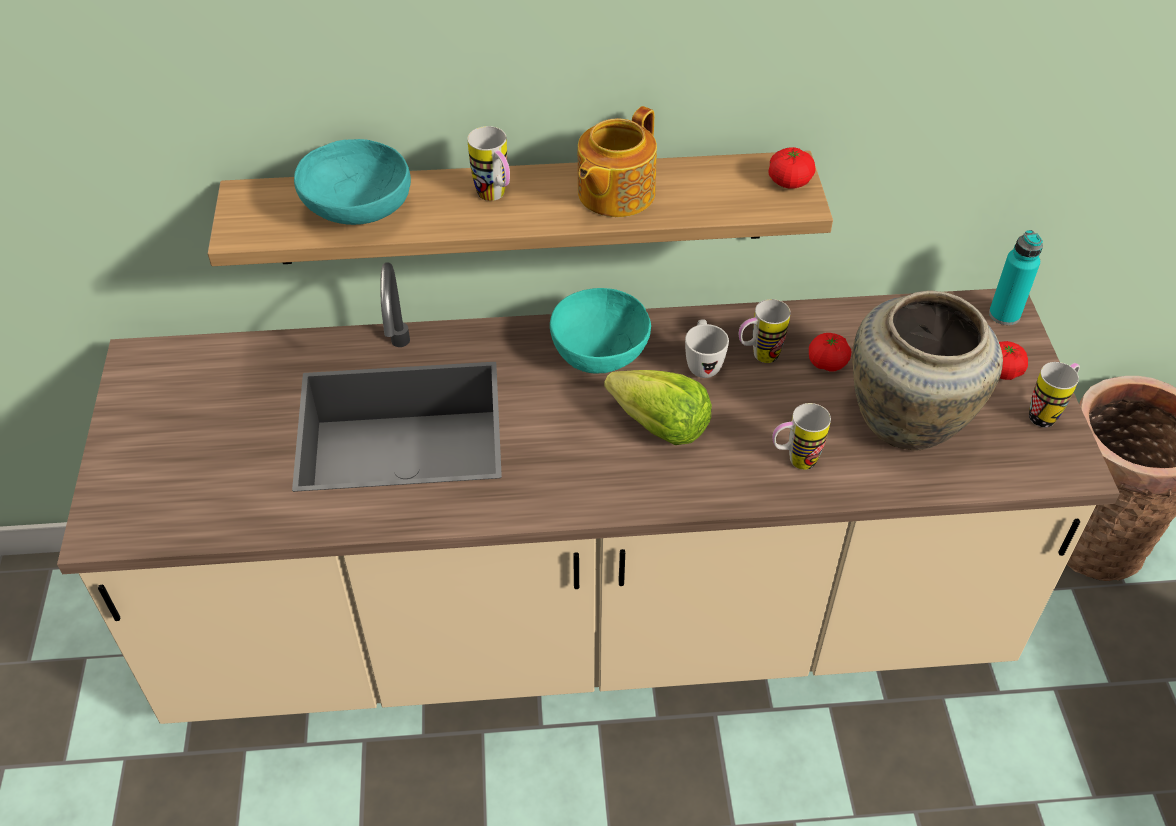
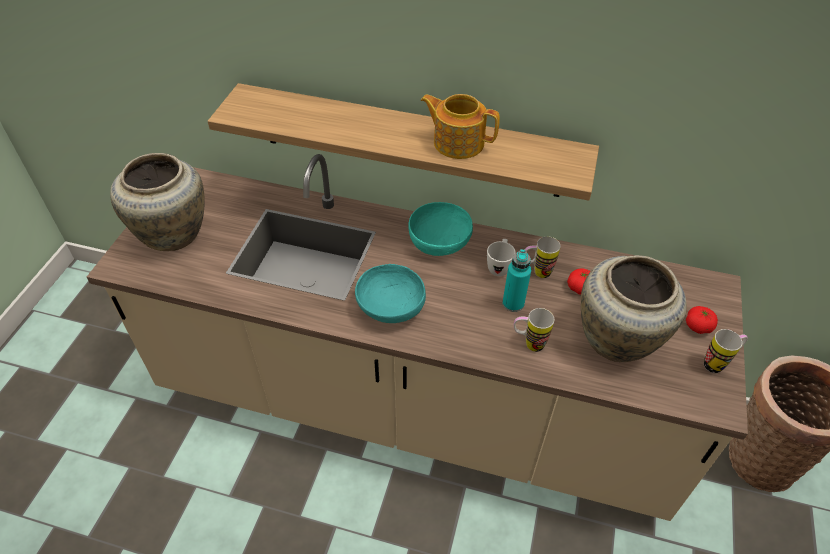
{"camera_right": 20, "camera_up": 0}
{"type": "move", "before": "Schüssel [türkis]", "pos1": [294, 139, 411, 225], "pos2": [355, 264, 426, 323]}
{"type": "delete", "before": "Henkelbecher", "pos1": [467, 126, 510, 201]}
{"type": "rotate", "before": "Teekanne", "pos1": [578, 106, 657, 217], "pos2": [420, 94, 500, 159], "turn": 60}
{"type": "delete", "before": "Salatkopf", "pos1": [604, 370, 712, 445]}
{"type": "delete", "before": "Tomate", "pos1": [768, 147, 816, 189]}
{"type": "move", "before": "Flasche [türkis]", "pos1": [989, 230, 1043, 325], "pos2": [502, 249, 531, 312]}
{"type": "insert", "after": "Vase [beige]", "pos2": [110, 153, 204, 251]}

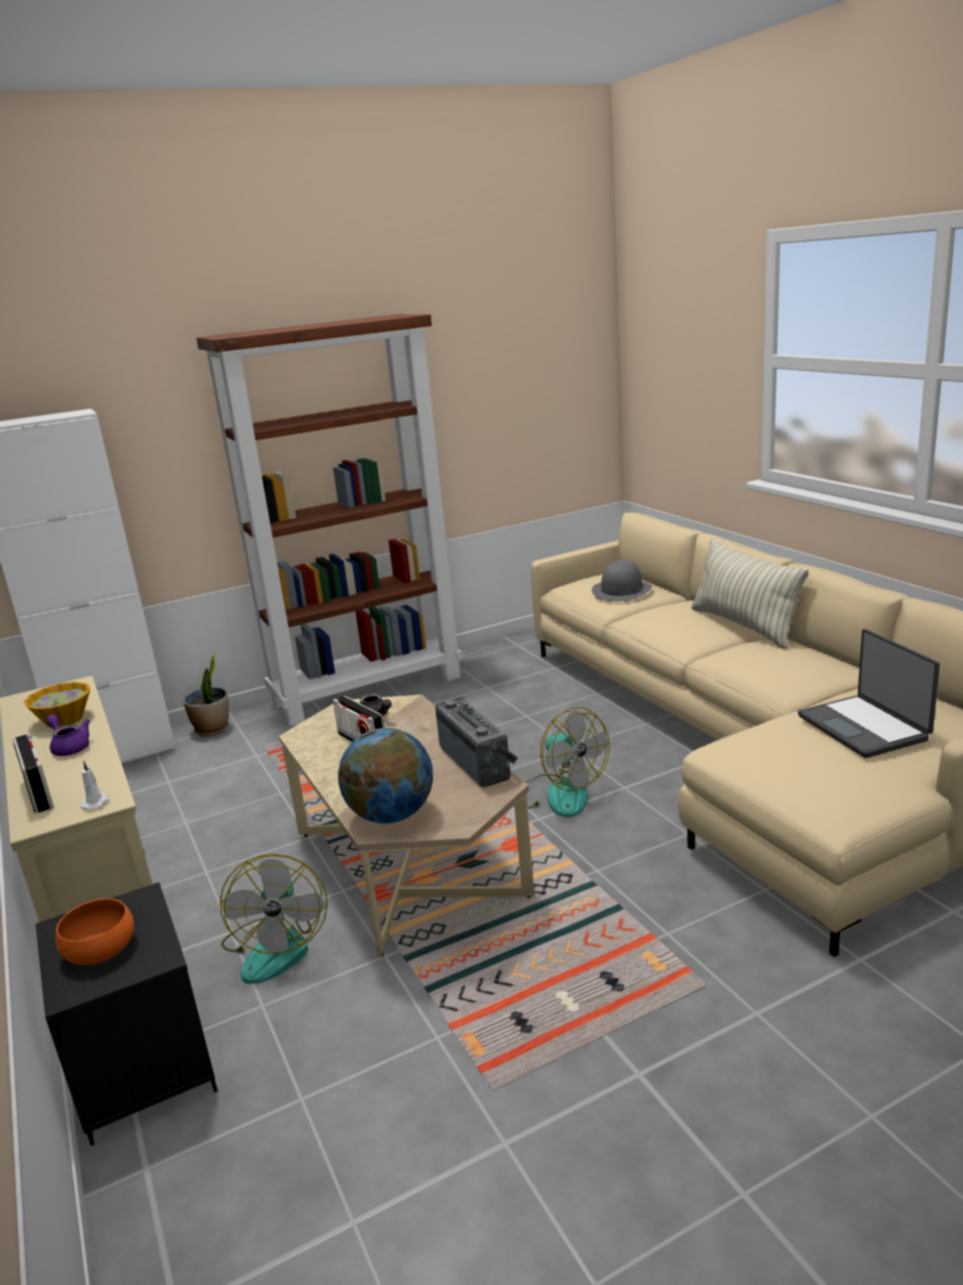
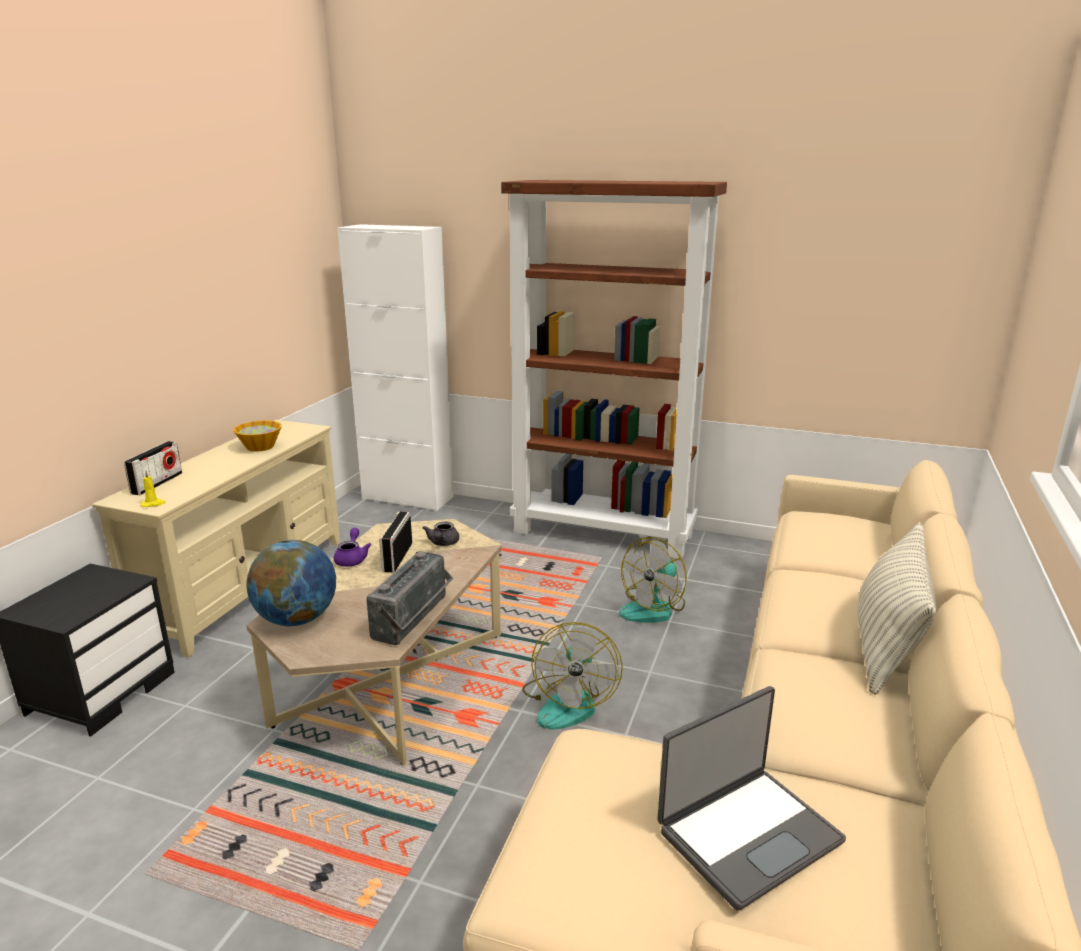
{"camera_right": 45, "camera_up": 0}
{"type": "move", "before": "Teekanne [lila]", "pos1": [46, 714, 90, 756], "pos2": [334, 528, 371, 567]}
{"type": "delete", "before": "Schüssel [orange]", "pos1": [55, 898, 134, 965]}
{"type": "recolor", "before": "Kerze [weiß]", "after": "Kerze [gelb]", "pos1": [81, 761, 109, 810], "pos2": [141, 471, 166, 507]}
{"type": "delete", "before": "Topfpflanze", "pos1": [183, 653, 229, 737]}
{"type": "move", "before": "Ventilator", "pos1": [220, 854, 328, 984], "pos2": [619, 537, 687, 622]}
{"type": "delete", "before": "Hut [grau]", "pos1": [592, 560, 652, 602]}
{"type": "rotate", "before": "Laptop", "pos1": [798, 629, 940, 758], "pos2": [658, 686, 846, 911], "turn": -150}

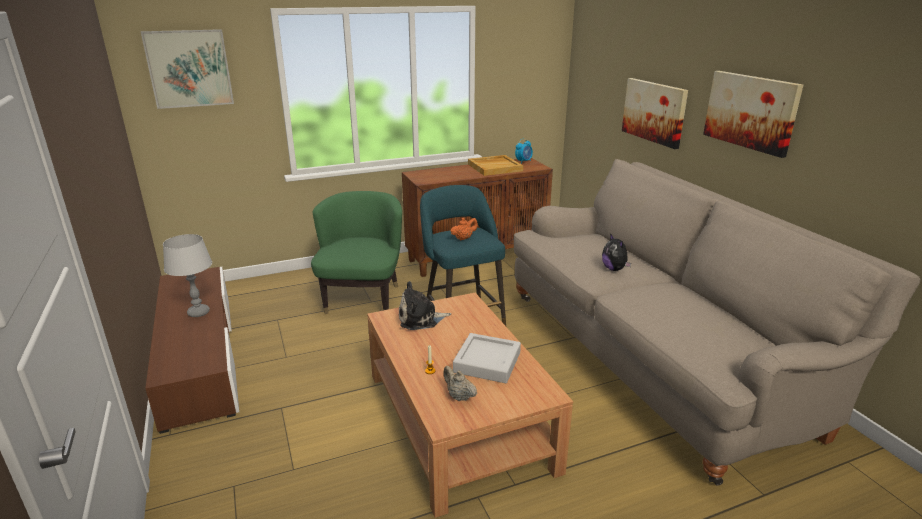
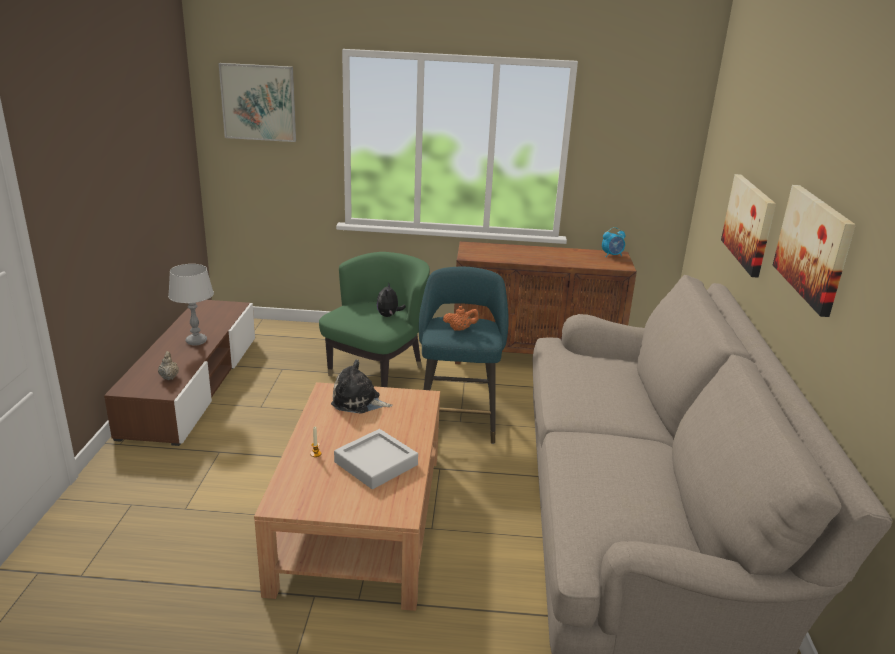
{"camera_right": 25, "camera_up": 0}
{"type": "move", "before": "Teekanne [beige]", "pos1": [443, 366, 477, 401], "pos2": [158, 351, 179, 380]}
{"type": "delete", "before": "Tablett [beige]", "pos1": [468, 155, 523, 176]}
{"type": "move", "before": "Plüschtier", "pos1": [602, 233, 631, 271], "pos2": [377, 282, 406, 317]}

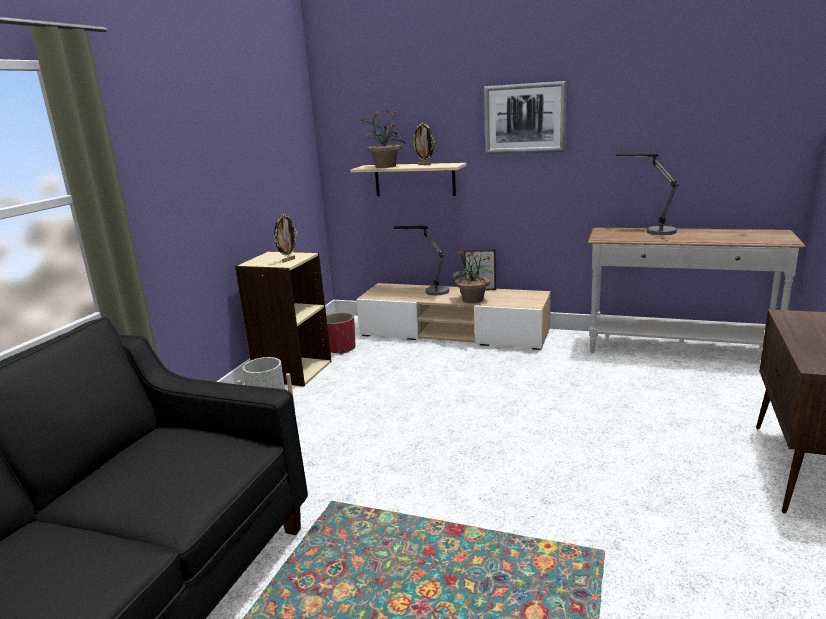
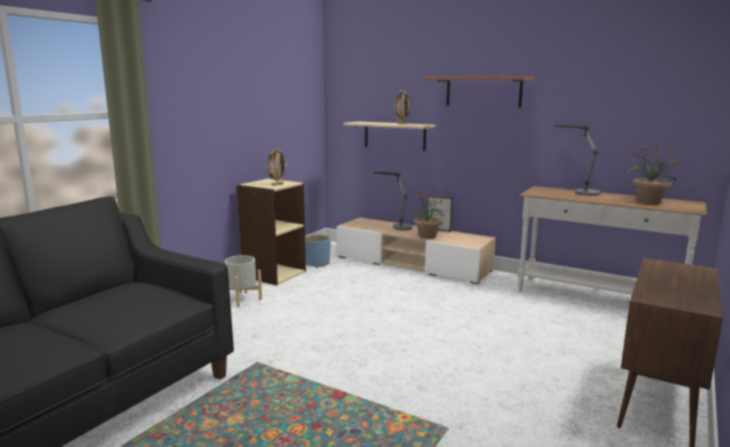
{"camera_right": 10, "camera_up": -5}
{"type": "recolor", "before": "Pflanzkübel [rot]", "after": "Pflanzkübel [blau]", "pos1": [326, 312, 355, 354], "pos2": [305, 234, 331, 268]}
{"type": "move", "before": "Topfpflanze", "pos1": [360, 110, 405, 168], "pos2": [627, 145, 678, 204]}
{"type": "replace", "before": "Bild", "after": "Wandregal", "pos1": [484, 81, 566, 154], "pos2": [425, 76, 535, 107]}

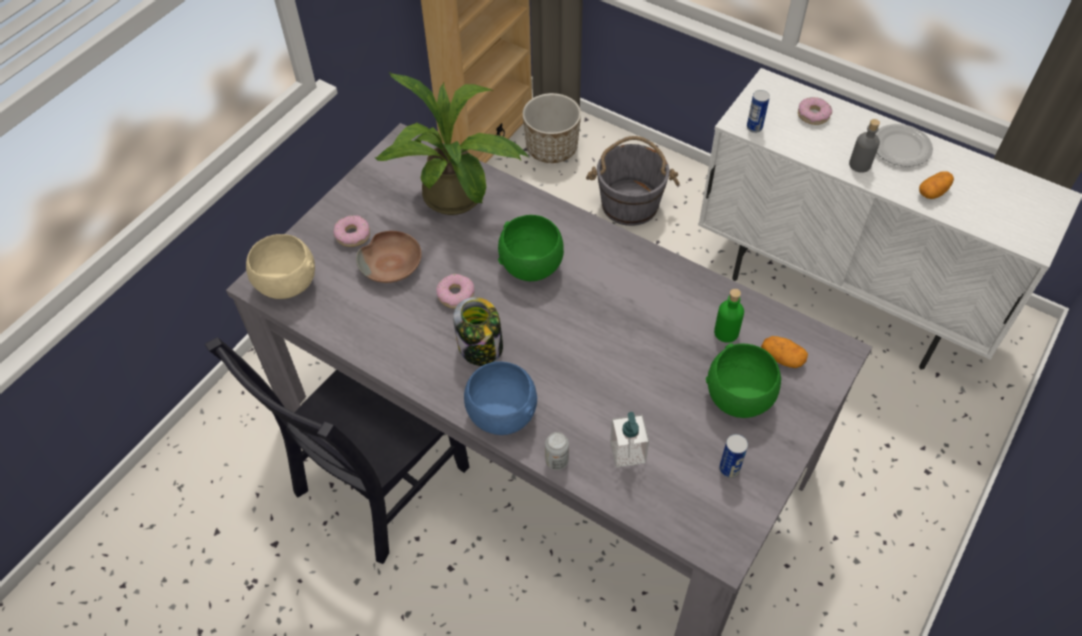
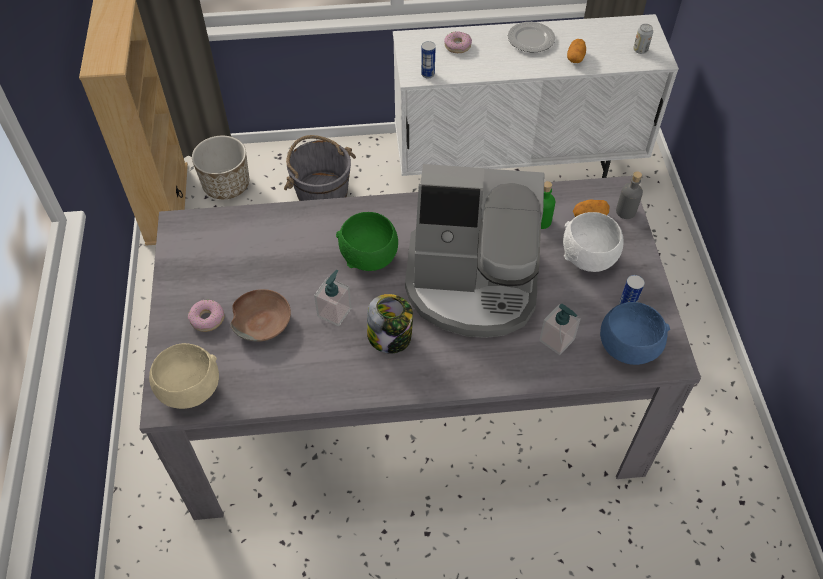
{"camera_right": -40, "camera_up": 0}
{"type": "delete", "before": "Stuhl [schwarz]", "pos1": [205, 337, 469, 564]}
{"type": "delete", "before": "Topfpflanze", "pos1": [375, 72, 529, 215]}
{"type": "replace", "before": "Donut", "after": "Seifenspender", "pos1": [436, 274, 474, 309], "pos2": [314, 270, 351, 326]}
{"type": "move", "before": "Schüssel [blau]", "pos1": [464, 361, 537, 435], "pos2": [600, 302, 670, 365]}
{"type": "move", "before": "Dose", "pos1": [545, 432, 569, 470], "pos2": [633, 24, 653, 54]}
{"type": "recolor", "before": "Schüssel [grün]", "after": "Schüssel [weiß]", "pos1": [706, 343, 781, 418], "pos2": [563, 212, 624, 272]}
{"type": "move", "before": "Flasche [grau]", "pos1": [849, 119, 880, 173], "pos2": [616, 171, 643, 219]}
{"type": "insert", "after": "Kaffeemaschine", "pos2": [405, 164, 545, 338]}

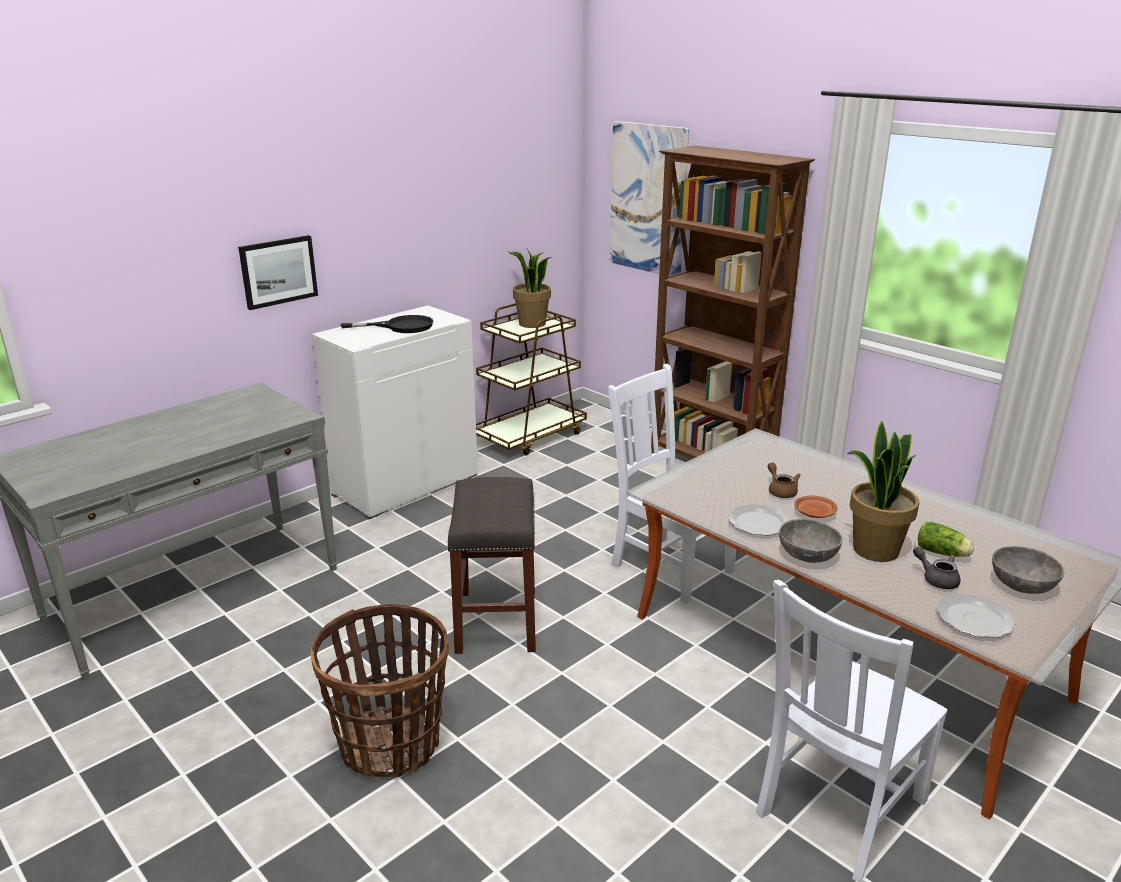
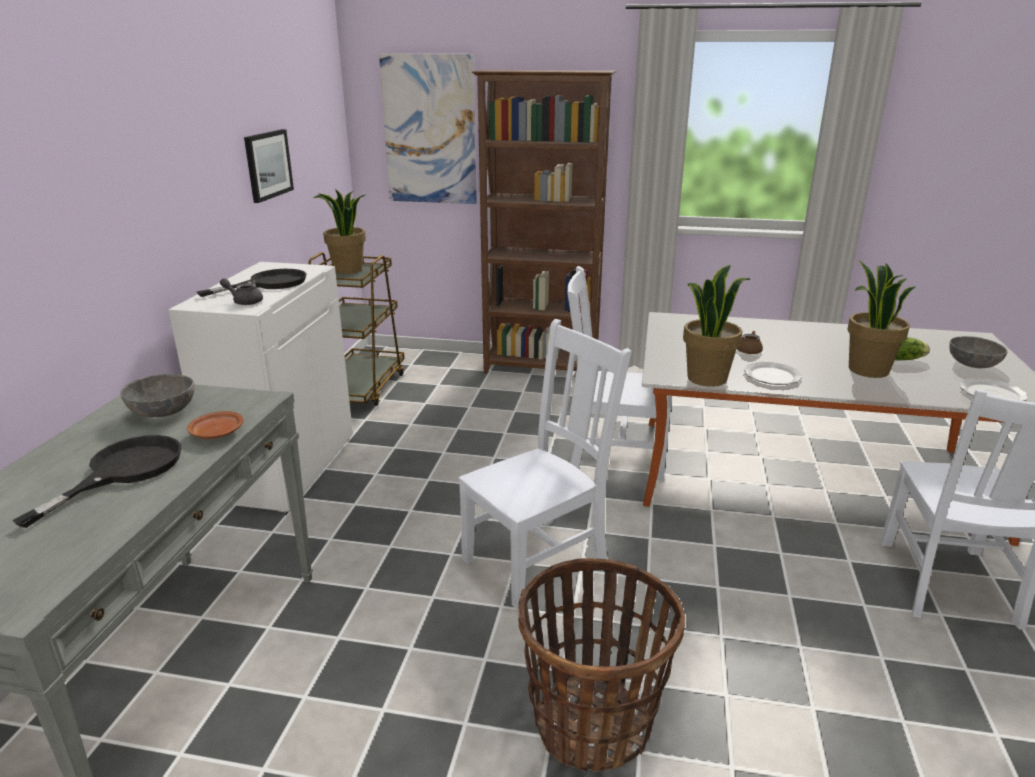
{"camera_right": -35, "camera_up": 0}
{"type": "move", "before": "Bild", "pos1": [238, 235, 318, 310], "pos2": [244, 129, 294, 203]}
{"type": "replace", "before": "Hocker [grau]", "after": "Stuhl [weiß]", "pos1": [447, 477, 536, 654], "pos2": [458, 319, 632, 610]}
{"type": "move", "before": "Schüssel [grau]", "pos1": [779, 519, 843, 563], "pos2": [120, 374, 195, 417]}
{"type": "move", "before": "Teller [braun]", "pos1": [795, 495, 838, 518], "pos2": [187, 411, 244, 439]}
{"type": "move", "before": "Teekanne [grau]", "pos1": [913, 546, 961, 589], "pos2": [220, 278, 263, 305]}
{"type": "insert", "after": "Pfanne [schwarz]", "pos2": [12, 435, 181, 528]}
{"type": "insert", "after": "Topfpflanze", "pos2": [683, 265, 750, 387]}

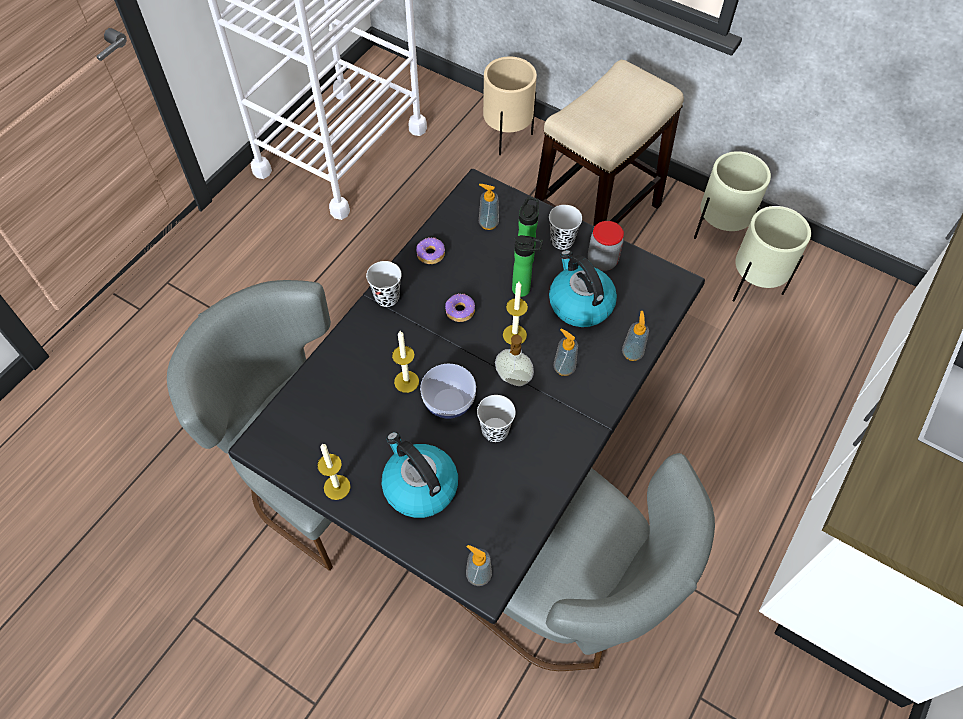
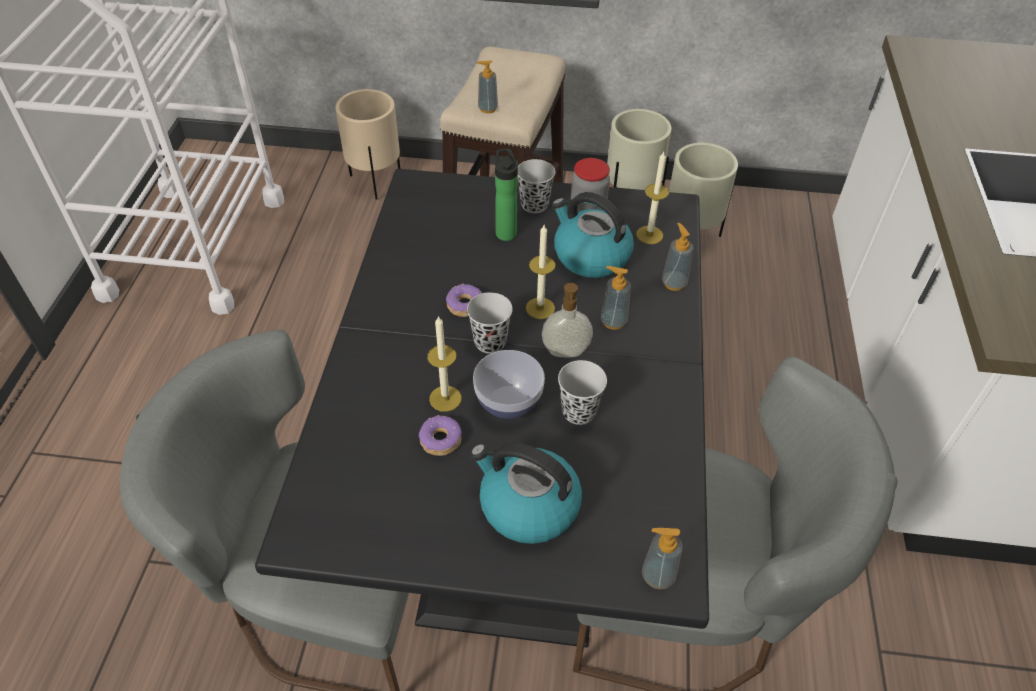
{"camera_right": -25, "camera_up": -10}
{"type": "move", "before": "Kerze", "pos1": [317, 444, 351, 500], "pos2": [636, 152, 669, 244]}
{"type": "move", "before": "Tasse [schwarz]", "pos1": [366, 261, 402, 307], "pos2": [467, 292, 513, 354]}
{"type": "move", "before": "Donut", "pos1": [416, 238, 445, 264], "pos2": [419, 415, 462, 456]}
{"type": "move", "before": "Seifenspender", "pos1": [479, 184, 499, 230], "pos2": [477, 60, 498, 113]}
{"type": "delete", "before": "Flasche", "pos1": [512, 235, 543, 297]}

